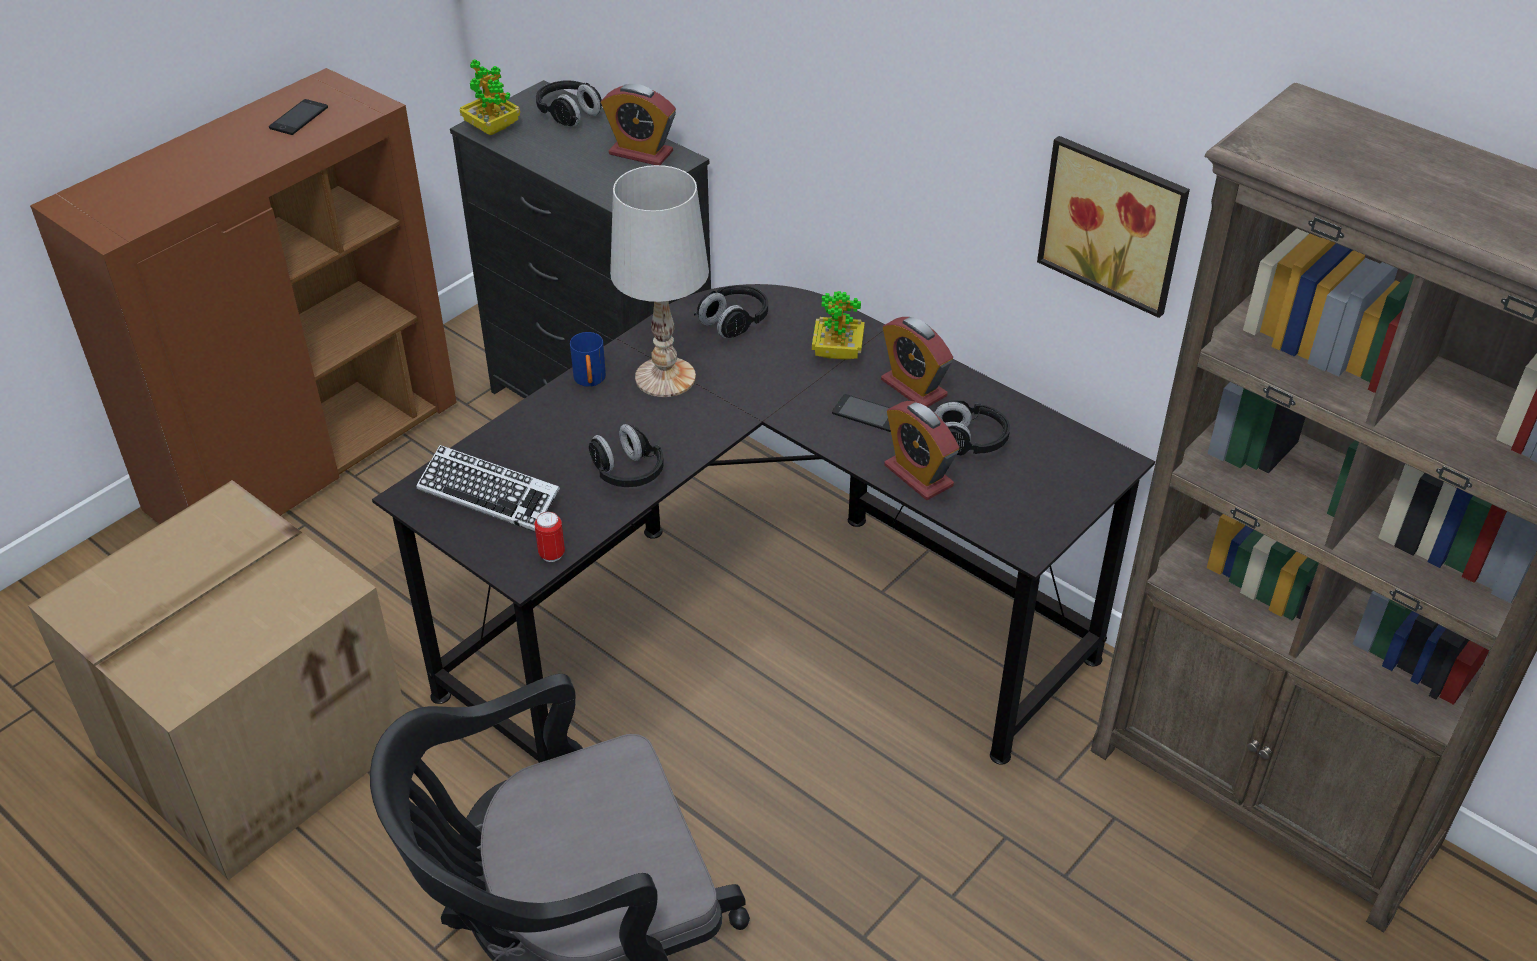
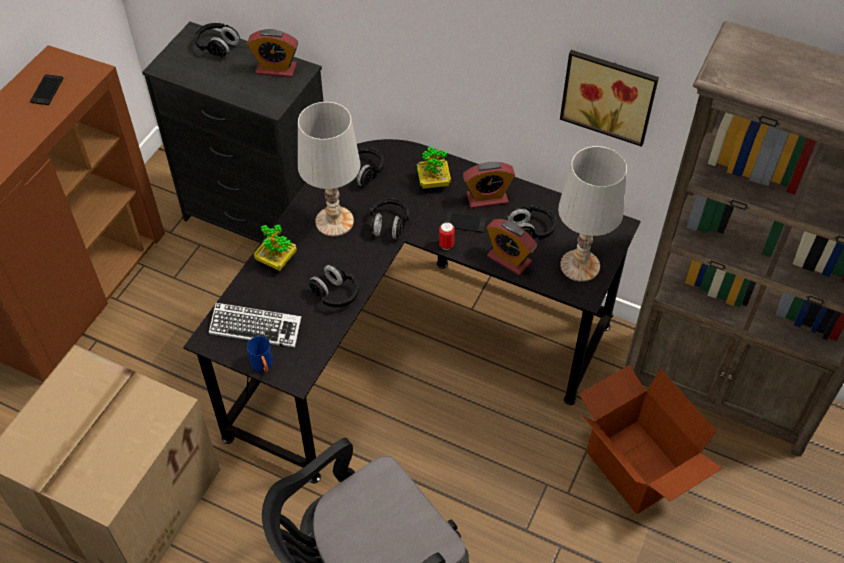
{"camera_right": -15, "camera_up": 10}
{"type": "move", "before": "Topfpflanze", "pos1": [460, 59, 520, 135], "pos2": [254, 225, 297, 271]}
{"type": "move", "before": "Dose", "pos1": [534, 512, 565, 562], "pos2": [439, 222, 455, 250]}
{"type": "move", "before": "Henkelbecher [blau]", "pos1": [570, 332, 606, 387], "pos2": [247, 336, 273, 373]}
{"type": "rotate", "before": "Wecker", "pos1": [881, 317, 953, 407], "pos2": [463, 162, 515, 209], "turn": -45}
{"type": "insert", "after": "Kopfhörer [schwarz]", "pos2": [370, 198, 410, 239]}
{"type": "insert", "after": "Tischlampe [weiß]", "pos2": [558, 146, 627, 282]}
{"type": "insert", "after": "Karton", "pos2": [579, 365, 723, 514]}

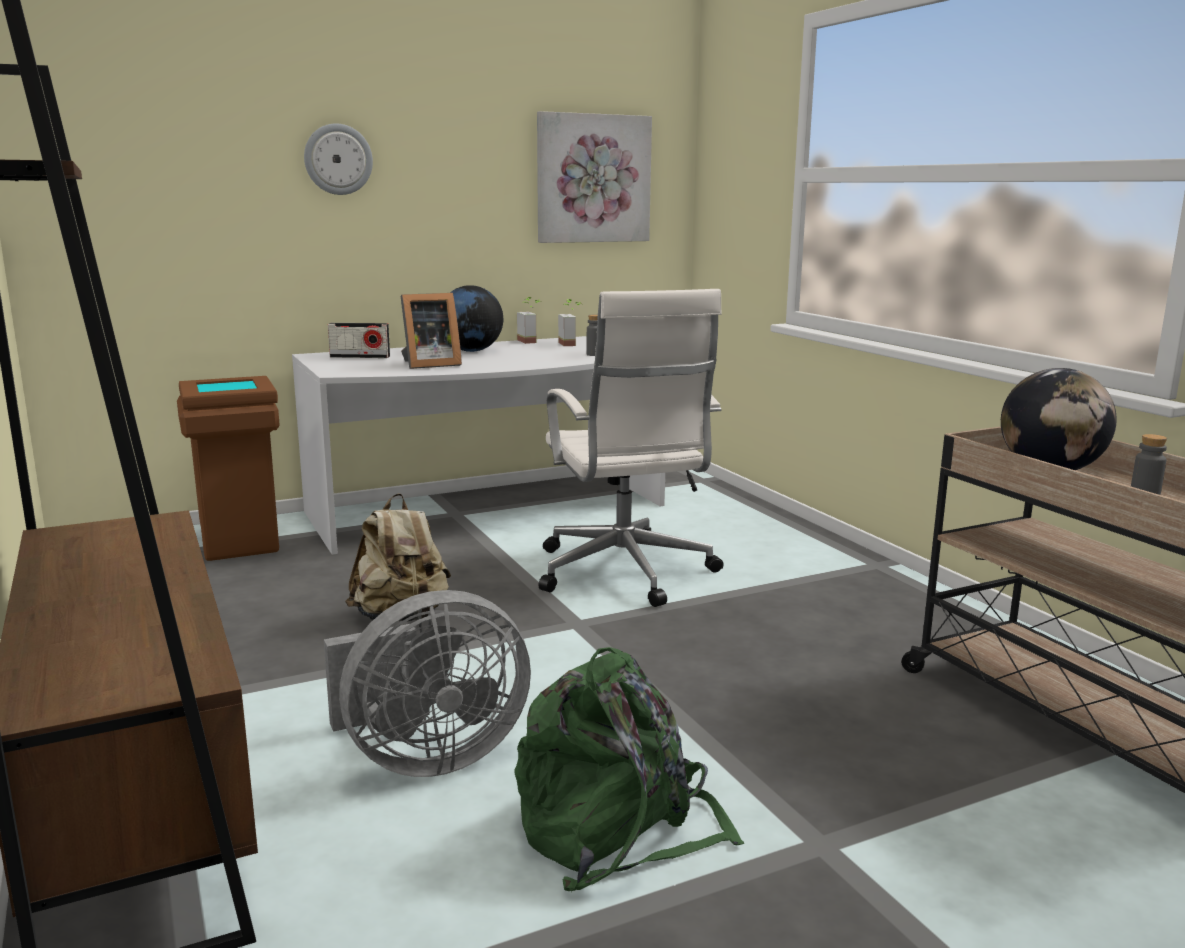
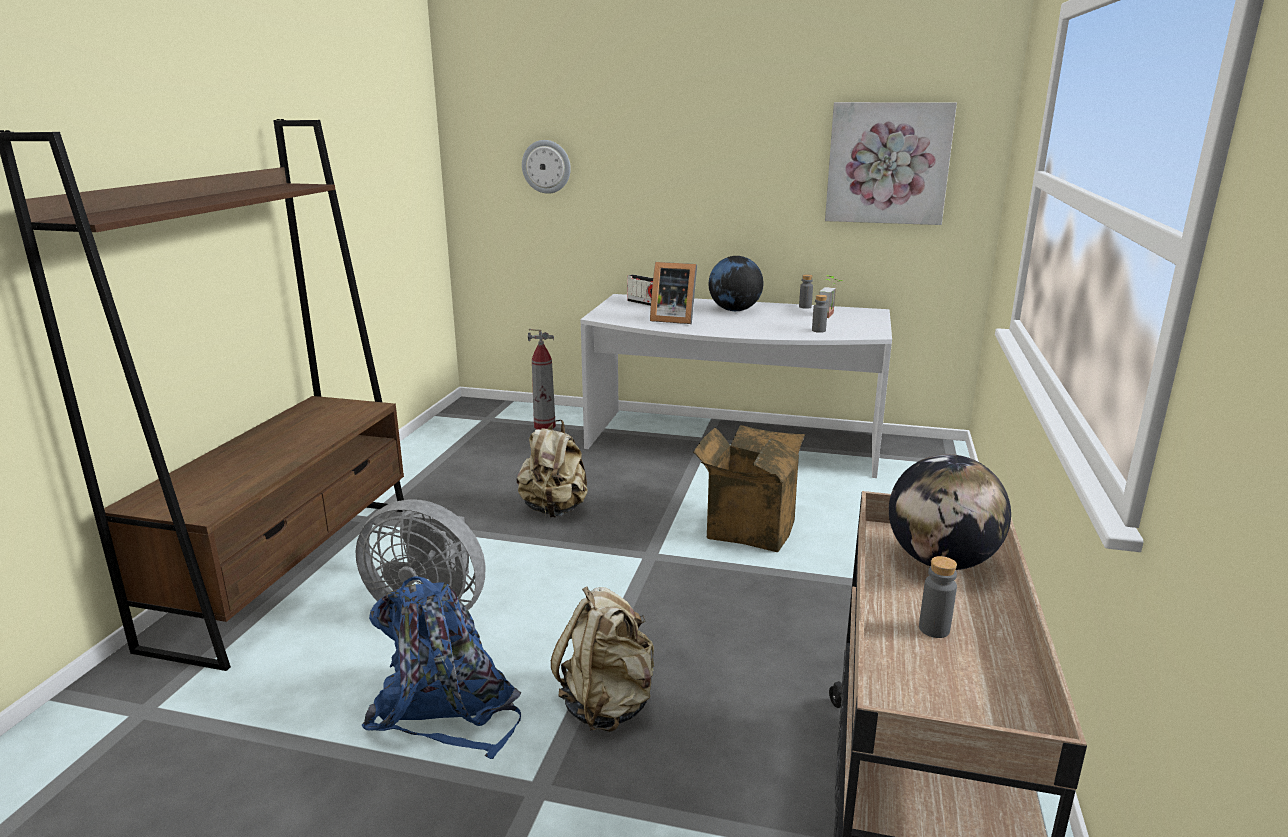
{"camera_right": 40, "camera_up": 5}
{"type": "replace", "before": "Mülleimer [braun]", "after": "Feuerlöscher", "pos1": [177, 376, 280, 561], "pos2": [528, 329, 556, 430]}
{"type": "move", "before": "Wanduhr", "pos1": [304, 123, 373, 195], "pos2": [522, 140, 571, 194]}
{"type": "recolor", "before": "Rucksack [grün]", "after": "Rucksack [blau]", "pos1": [514, 647, 745, 891], "pos2": [362, 576, 521, 759]}
{"type": "replace", "before": "Topfpflanze", "after": "Flasche [grau]", "pos1": [517, 297, 541, 344], "pos2": [799, 274, 813, 309]}
{"type": "replace", "before": "Bürostuhl [weiß]", "after": "Karton", "pos1": [538, 289, 724, 607], "pos2": [693, 425, 805, 552]}
{"type": "insert", "after": "Rucksack [beige]", "pos2": [551, 586, 654, 732]}

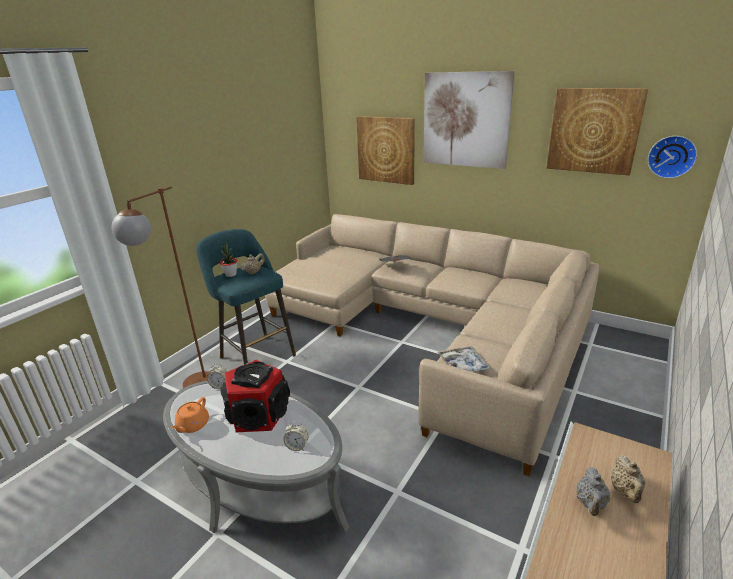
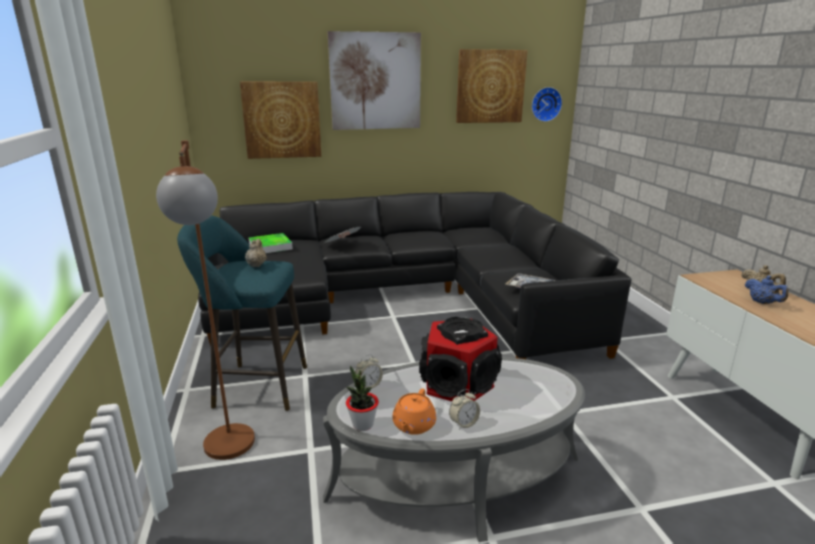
{"camera_right": -45, "camera_up": -5}
{"type": "rotate", "before": "Teekanne [orange]", "pos1": [171, 397, 209, 433], "pos2": [392, 388, 436, 435], "turn": 45}
{"type": "move", "before": "Topfpflanze", "pos1": [220, 242, 237, 277], "pos2": [346, 366, 379, 431]}
{"type": "recolor", "before": "Sofa [beige]", "after": "Sofa [schwarz]", "pos1": [265, 214, 599, 476], "pos2": [198, 192, 632, 359]}
{"type": "move", "before": "Wecker", "pos1": [283, 422, 308, 451], "pos2": [449, 389, 480, 430]}
{"type": "recolor", "before": "Teekanne [grau]", "after": "Teekanne [blau]", "pos1": [576, 467, 610, 516], "pos2": [745, 275, 789, 304]}
{"type": "insert", "after": "Tablett", "pos2": [248, 233, 293, 253]}

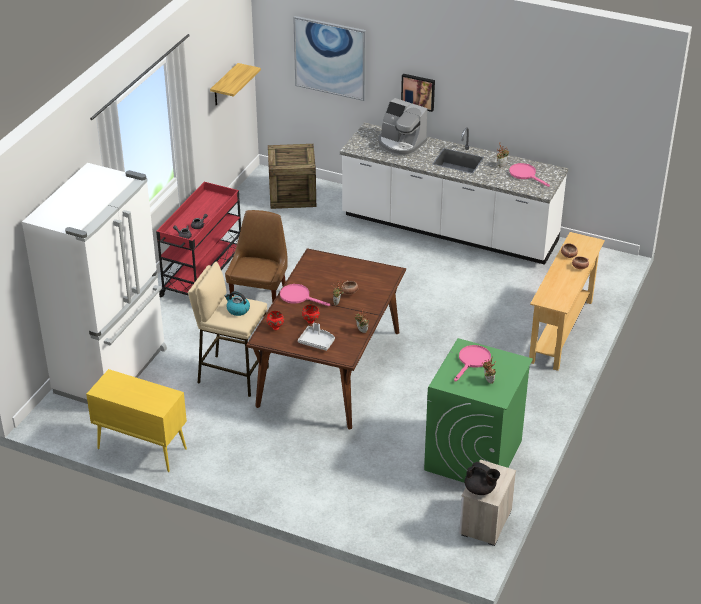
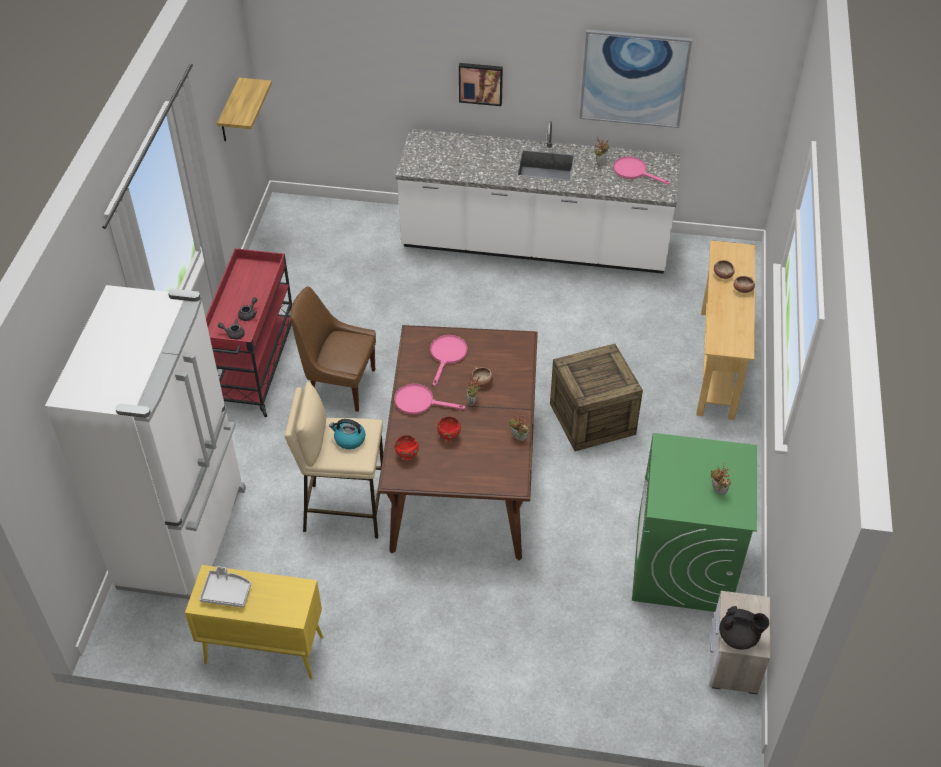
{"camera_right": -15, "camera_up": 10}
{"type": "rotate", "before": "Stuhl [braun]", "pos1": [225, 210, 288, 303], "pos2": [290, 286, 376, 412], "turn": -75}
{"type": "move", "before": "Kiste", "pos1": [268, 144, 316, 209], "pos2": [550, 344, 643, 451]}
{"type": "move", "before": "Bild", "pos1": [293, 16, 366, 101], "pos2": [579, 30, 692, 128]}
{"type": "move", "before": "Tablett [grau]", "pos1": [298, 323, 335, 351], "pos2": [199, 566, 251, 608]}
{"type": "delete", "before": "Kaffeemaschine", "pos1": [378, 98, 427, 155]}
{"type": "move", "before": "Pfanne [rosa]", "pos1": [454, 345, 491, 381], "pos2": [430, 335, 468, 386]}

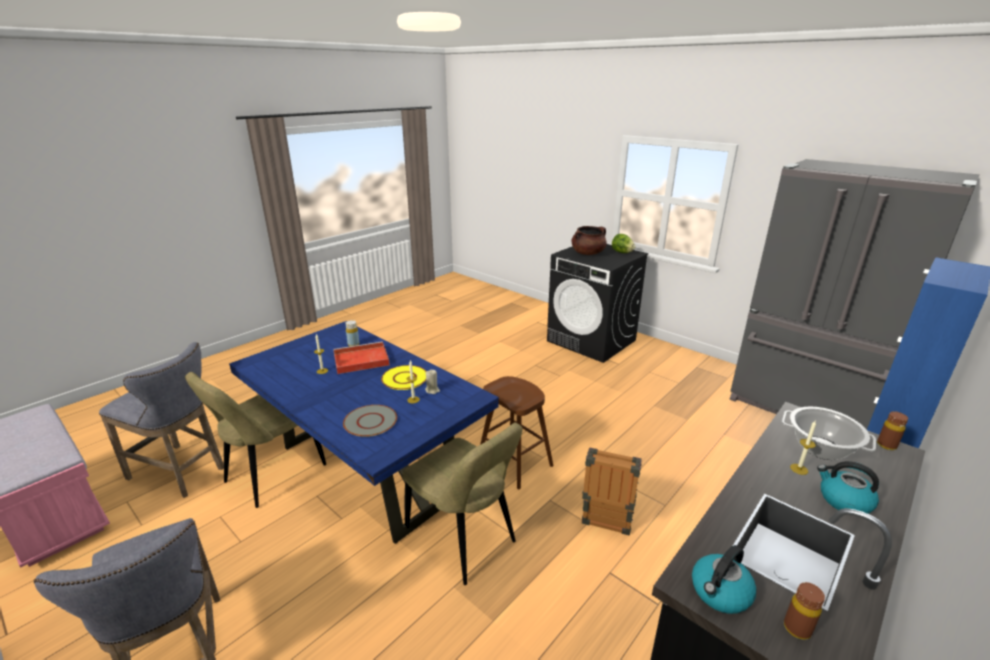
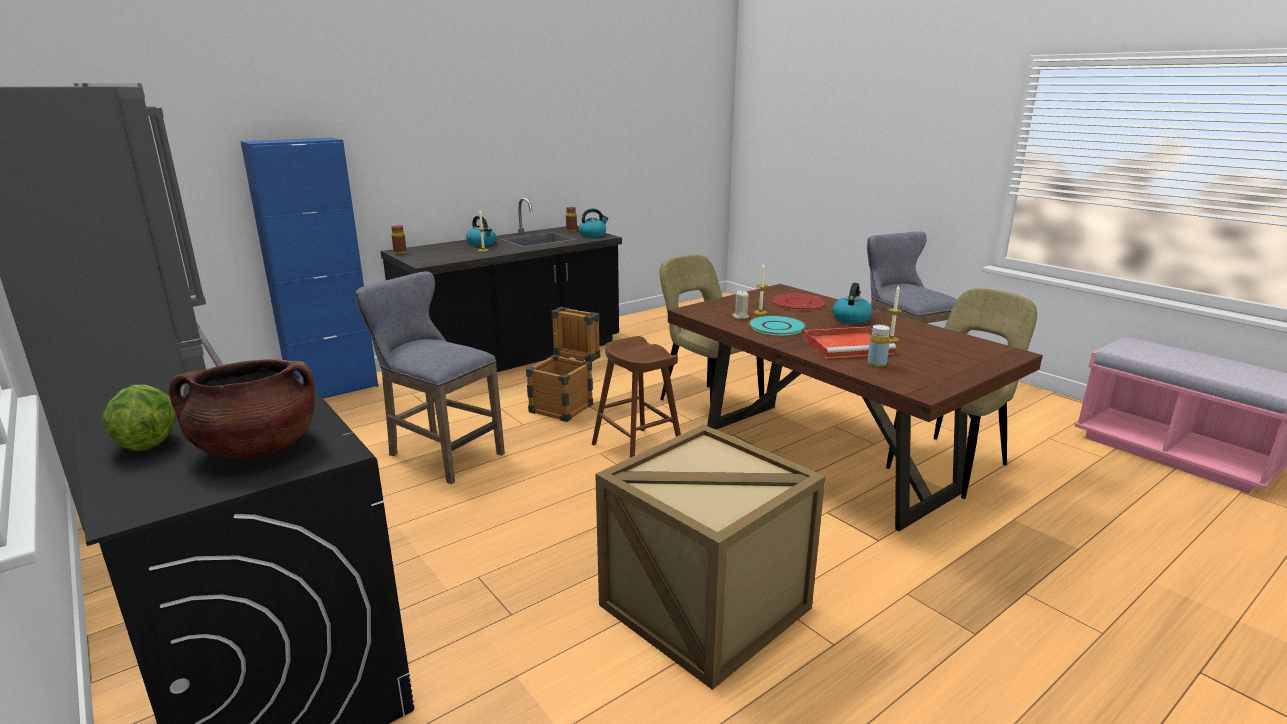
{"camera_right": -170, "camera_up": -5}
{"type": "move", "before": "Hocker [grau]", "pos1": [99, 342, 224, 498], "pos2": [355, 271, 505, 484]}
{"type": "recolor", "before": "Esstisch [blau]", "after": "Esstisch [braun]", "pos1": [229, 321, 499, 544], "pos2": [668, 284, 1043, 531]}
{"type": "recolor", "before": "Teller [grau]", "after": "Teller [rot]", "pos1": [343, 405, 397, 437], "pos2": [773, 294, 825, 310]}
{"type": "recolor", "before": "Teller [gelb]", "after": "Teller [türkis]", "pos1": [381, 365, 426, 390], "pos2": [748, 316, 806, 335]}
{"type": "delete", "before": "Kochtopf", "pos1": [782, 406, 876, 460]}
{"type": "insert", "after": "Kiste", "pos2": [595, 424, 825, 690]}
{"type": "insert", "after": "Wasserkessel", "pos2": [832, 283, 873, 324]}

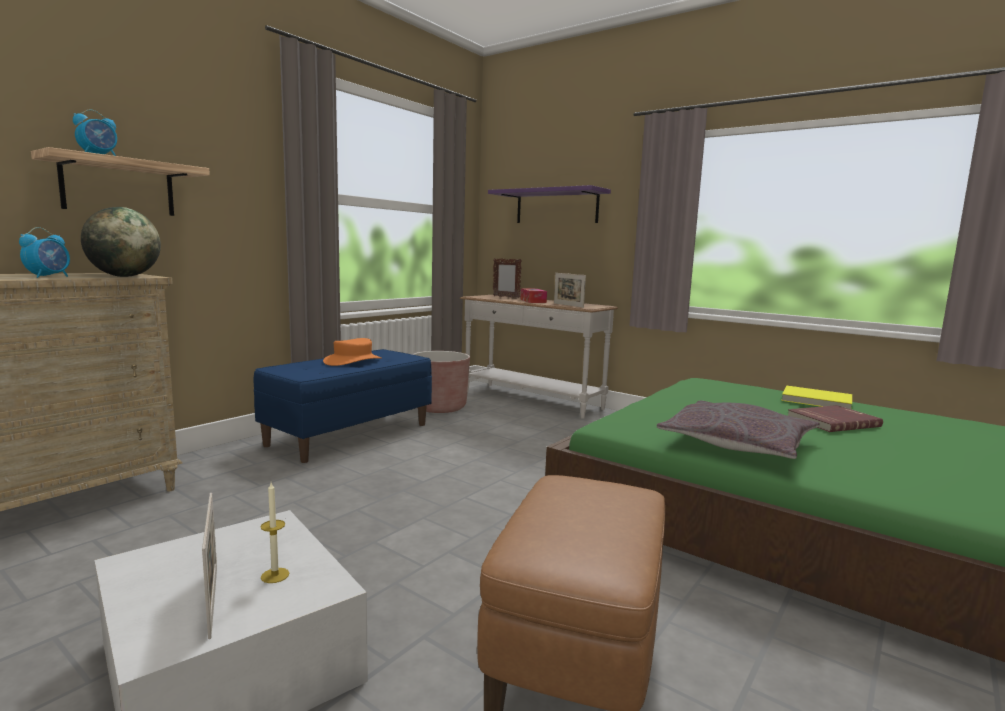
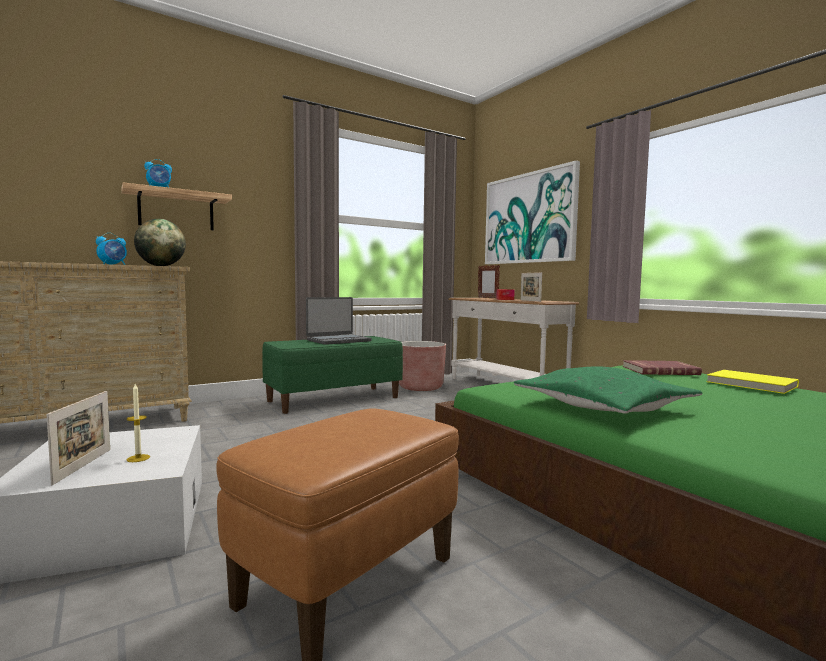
{"camera_right": 20, "camera_up": -5}
{"type": "recolor", "before": "Bank [blau]", "after": "Bank [grün]", "pos1": [254, 349, 432, 463], "pos2": [262, 336, 403, 414]}
{"type": "replace", "before": "Hut [orange]", "after": "Laptop", "pos1": [323, 338, 382, 366], "pos2": [306, 297, 372, 345]}
{"type": "replace", "before": "Wandregal [lila]", "after": "Bild", "pos1": [488, 185, 611, 223], "pos2": [485, 161, 580, 264]}
{"type": "recolor", "before": "Kissen [grau]", "after": "Kissen [grün]", "pos1": [657, 400, 820, 459], "pos2": [514, 366, 702, 414]}
{"type": "move", "before": "Buch [rot]", "pos1": [788, 405, 883, 432], "pos2": [623, 360, 702, 375]}

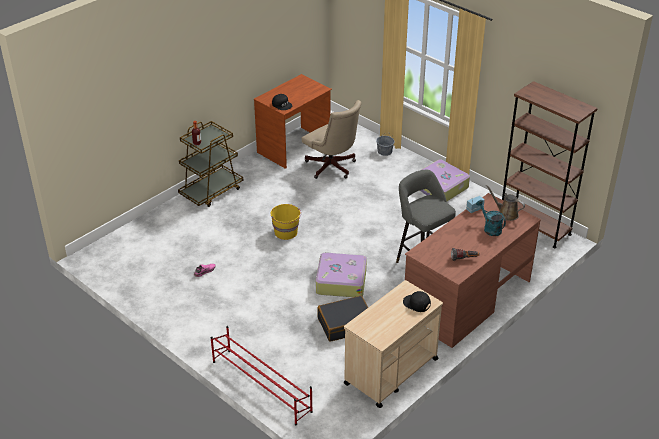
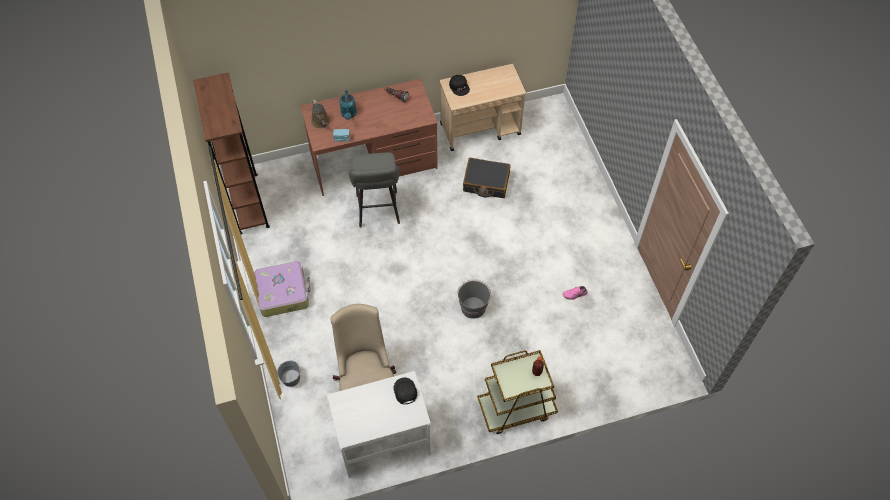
{"camera_right": -150, "camera_up": 20}
{"type": "delete", "before": "Schuhregal [rot]", "pos1": [211, 326, 313, 425]}
{"type": "recolor", "before": "Schreibtisch [braun]", "after": "Schreibtisch [weiß]", "pos1": [254, 74, 332, 169], "pos2": [327, 371, 431, 478]}
{"type": "recolor", "before": "Eimer [gelb]", "after": "Eimer [grau]", "pos1": [271, 204, 301, 240], "pos2": [458, 280, 491, 319]}
{"type": "delete", "before": "Koffer", "pos1": [316, 252, 367, 297]}

